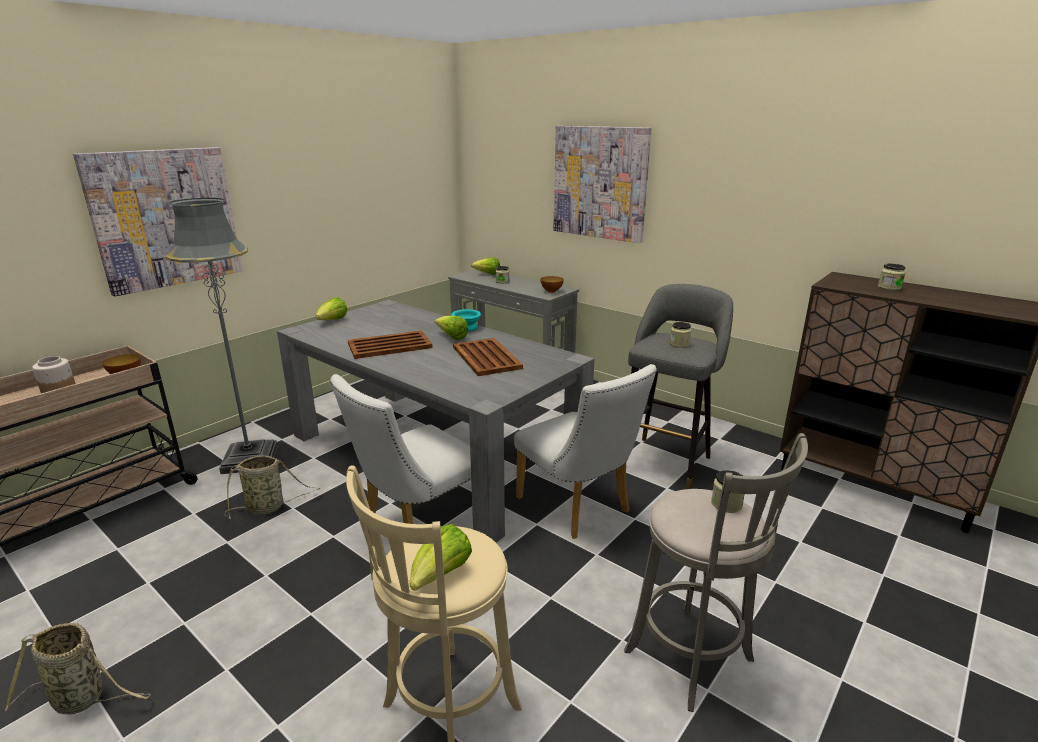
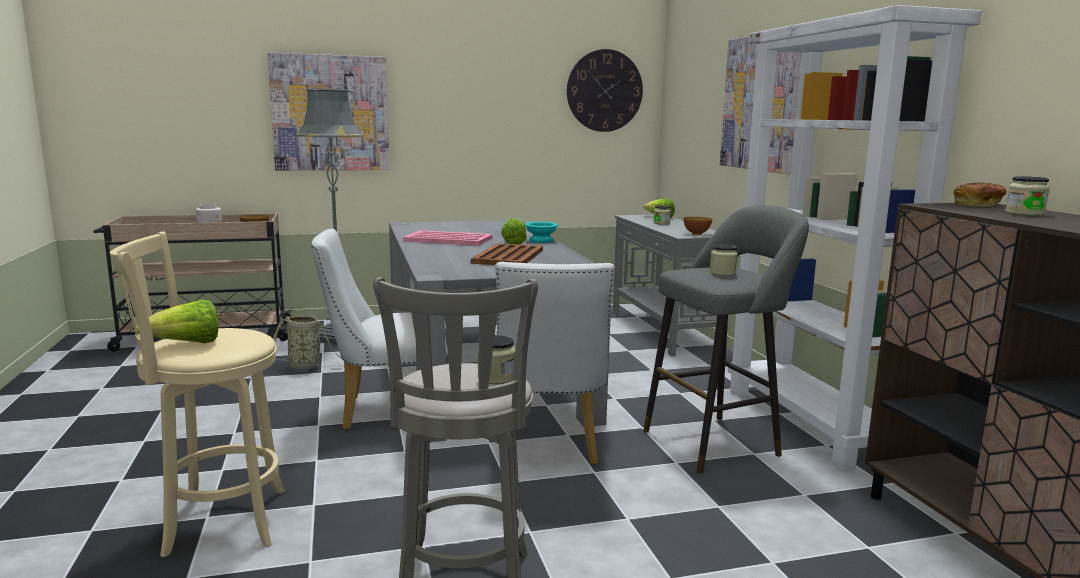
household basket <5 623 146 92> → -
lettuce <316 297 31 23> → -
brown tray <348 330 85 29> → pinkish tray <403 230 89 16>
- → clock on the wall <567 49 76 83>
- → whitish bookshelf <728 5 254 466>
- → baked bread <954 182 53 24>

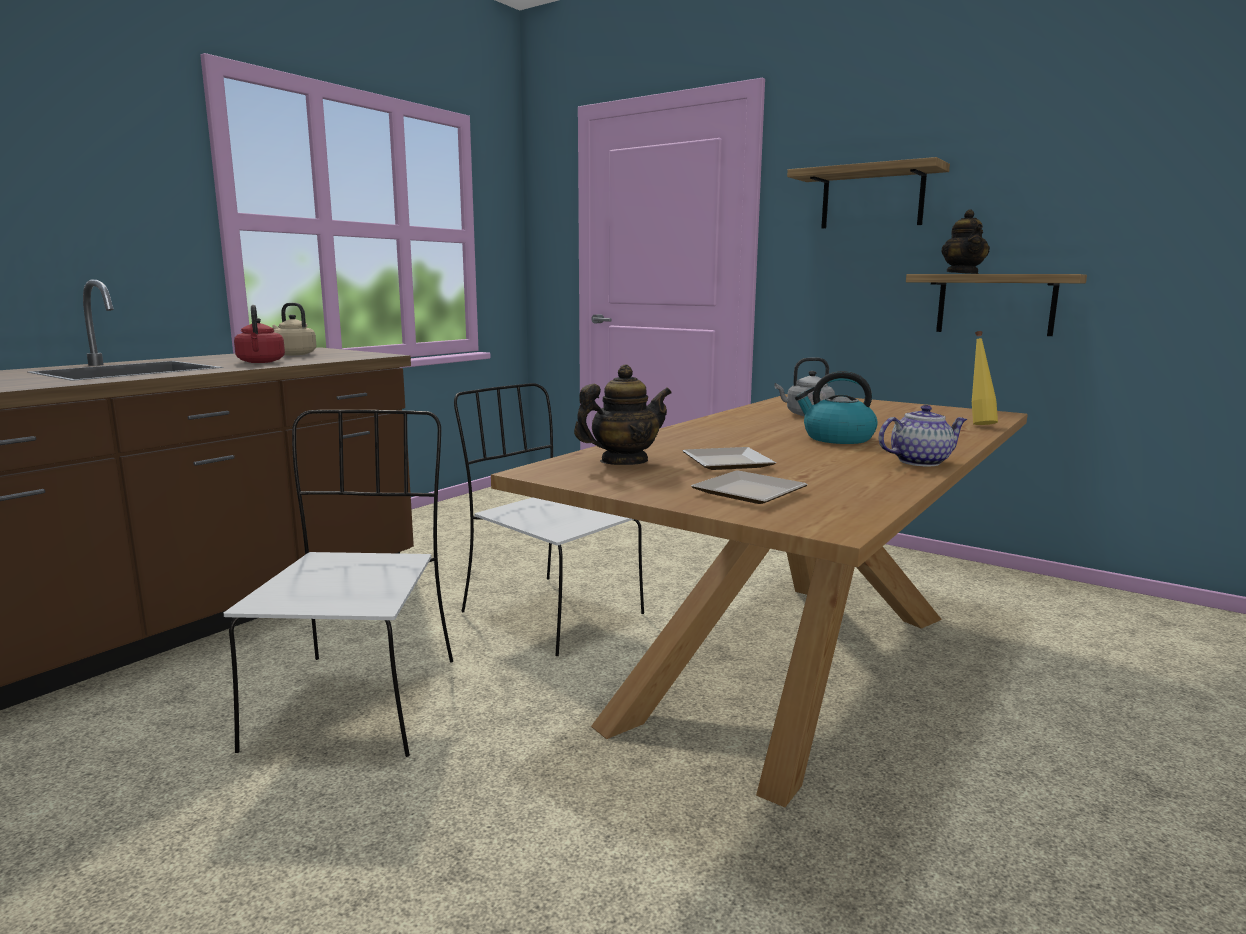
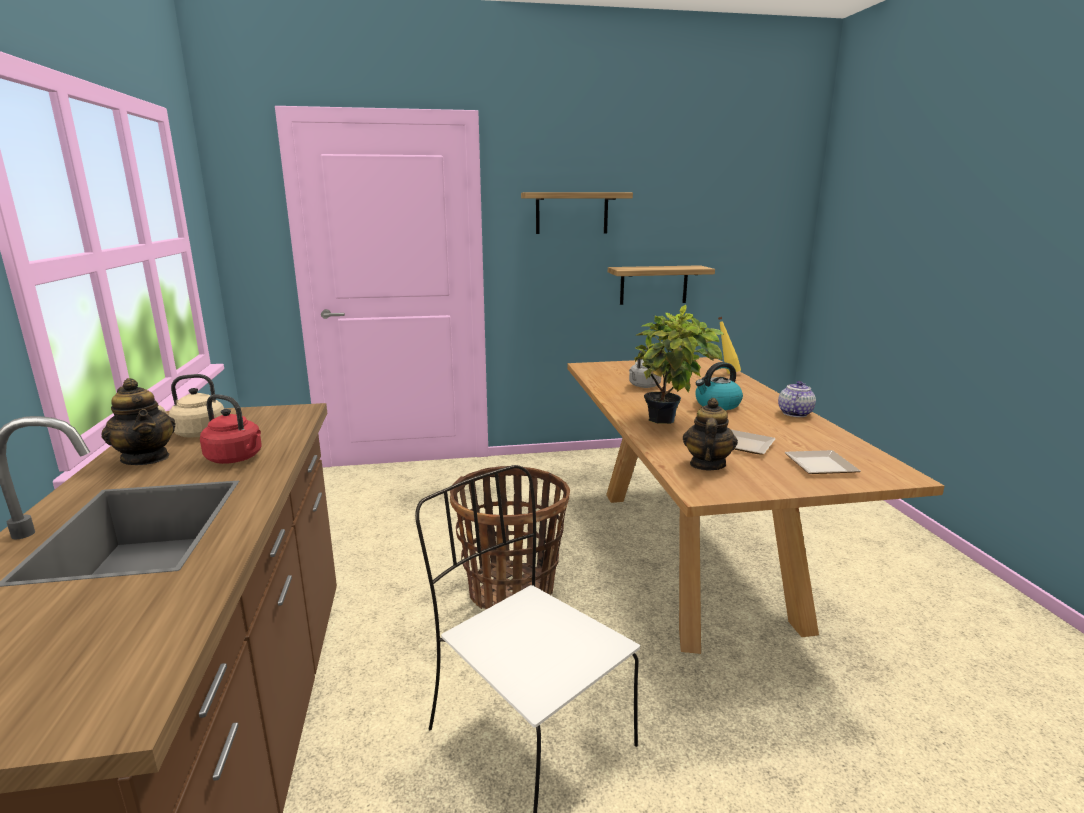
whitish upright chair <454 383 190 273> → household basket <450 466 120 143>
pot for tea <941 210 49 64> → pot for tea <101 378 75 87>, moved
- → potted plant <634 305 90 119>

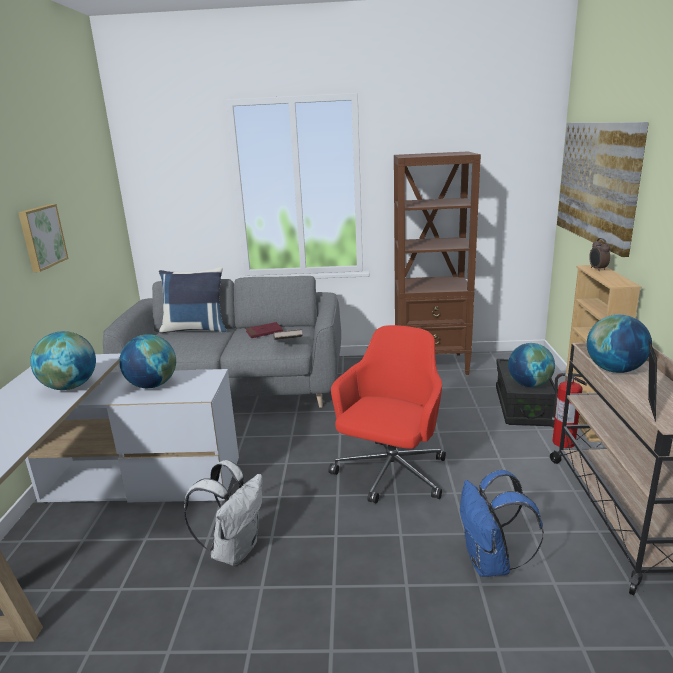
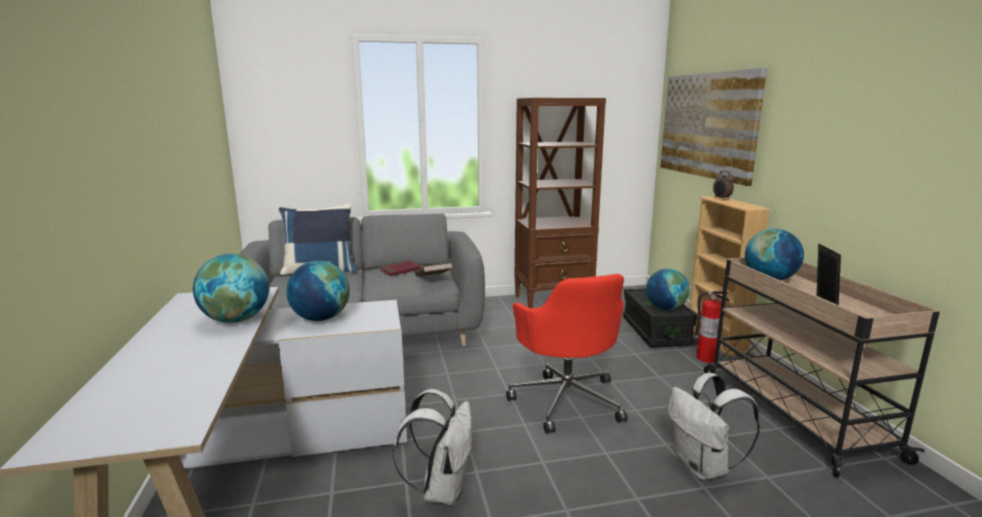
wall picture <18 204 51 68> → -
reddish office chair <328 325 118 179> → reddish office chair <506 274 122 160>, 150 degrees clockwise
bluish backpack <460 470 84 107> → whitish backpack <668 373 92 107>

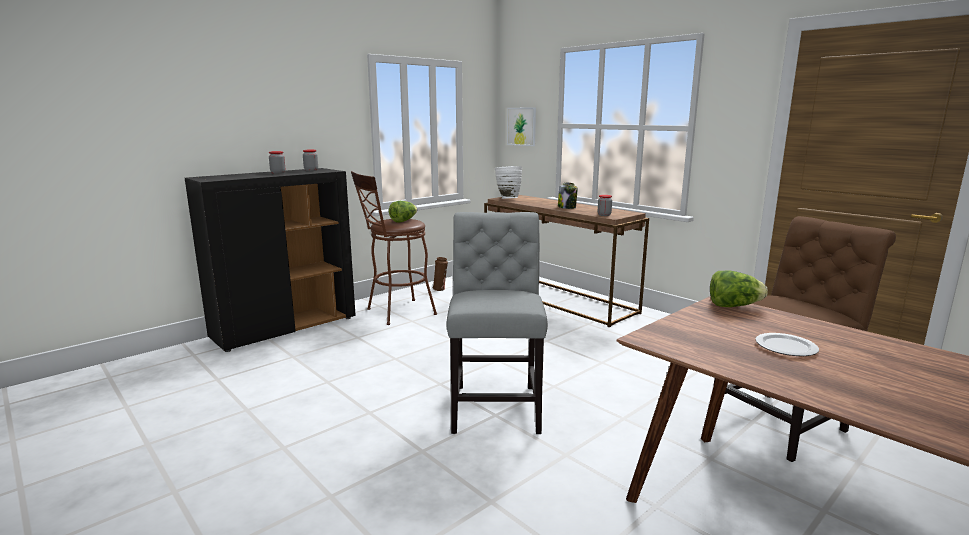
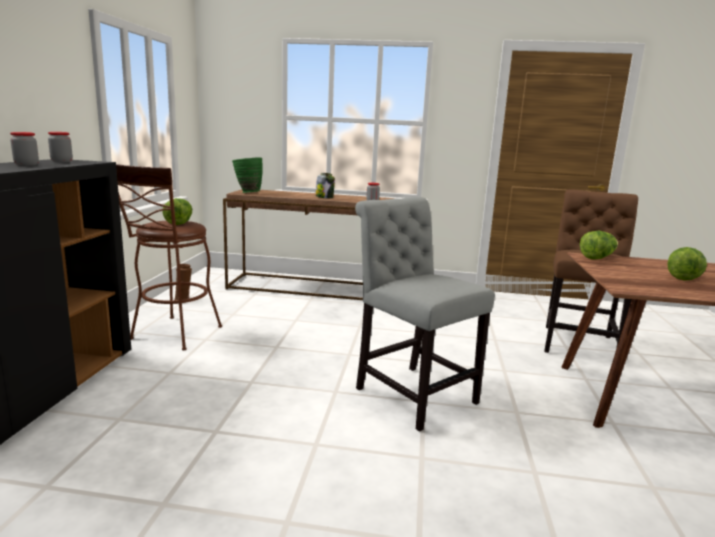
whitish decorative vase <495 166 27 33> → green-coloured decorative vase <232 157 31 36>
wall picture <507 107 29 39> → -
dinner plate <755 333 64 23> → lettuce <667 247 40 33>

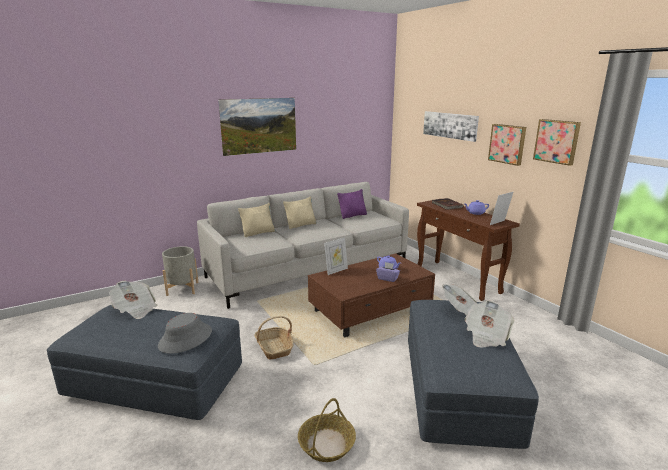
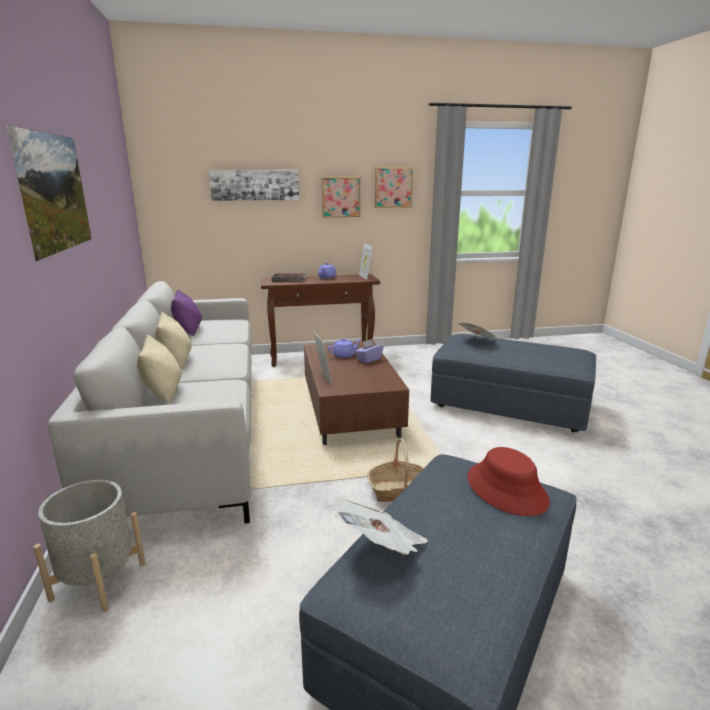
greyish wearable hat <158 313 54 41> → reddish wearable hat <467 447 83 69>
household basket <298 398 58 64> → -
newspaper <465 300 49 48> → -

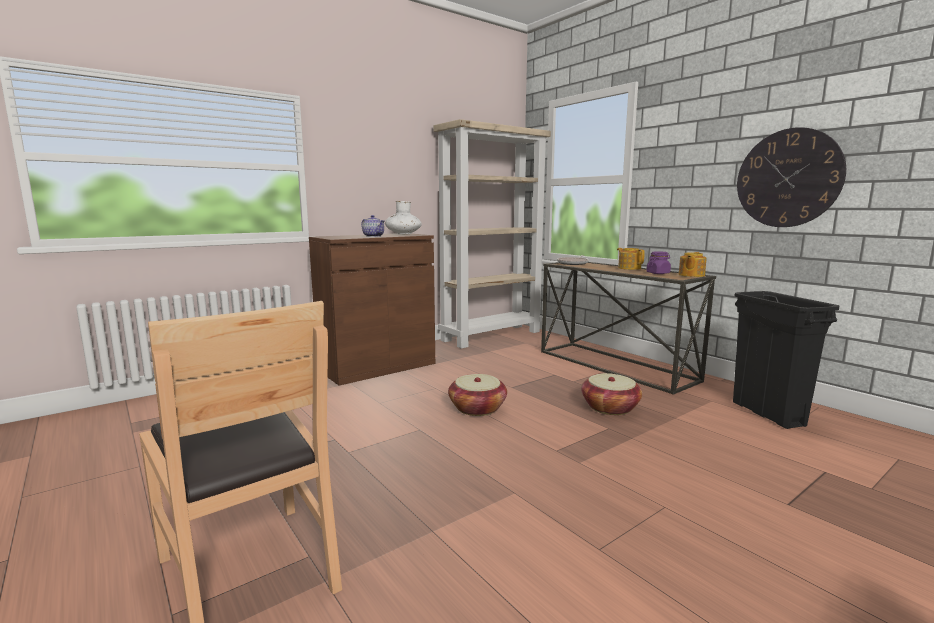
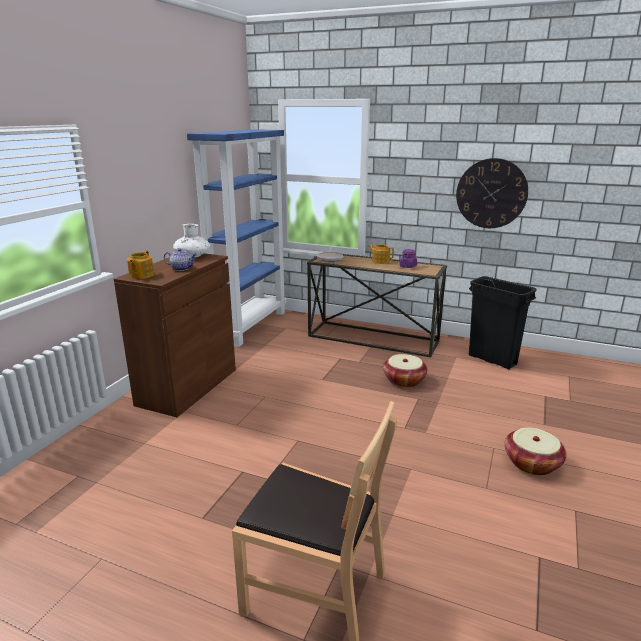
sand-coloured bookshelf <433 119 118 230> → bluish bookshelf <187 129 100 218>
household basket <448 374 59 42> → household basket <505 427 62 48>, moved
pot for tea <679 252 28 25> → pot for tea <127 250 27 29>, moved

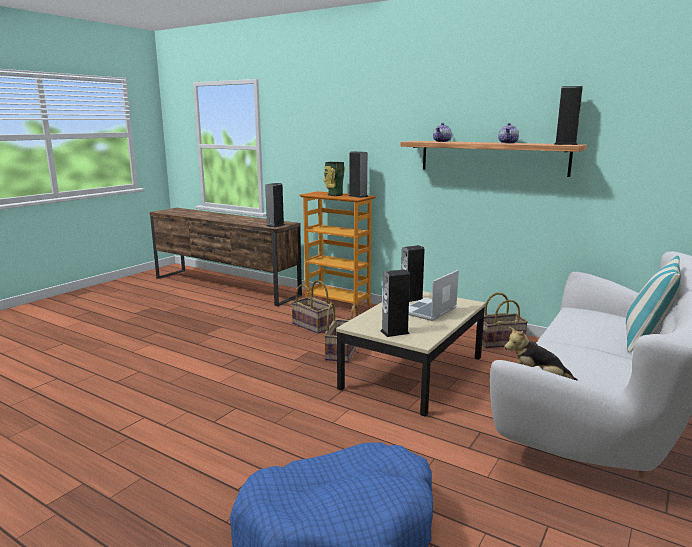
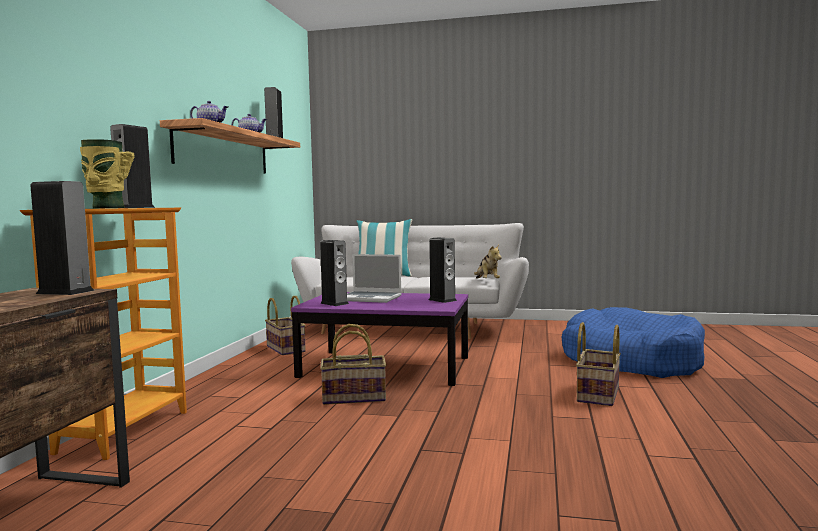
household basket <291 280 42 54> → household basket <576 322 45 84>, moved
sand-coloured low table <336 291 150 126> → purple-coloured low table <291 292 177 94>

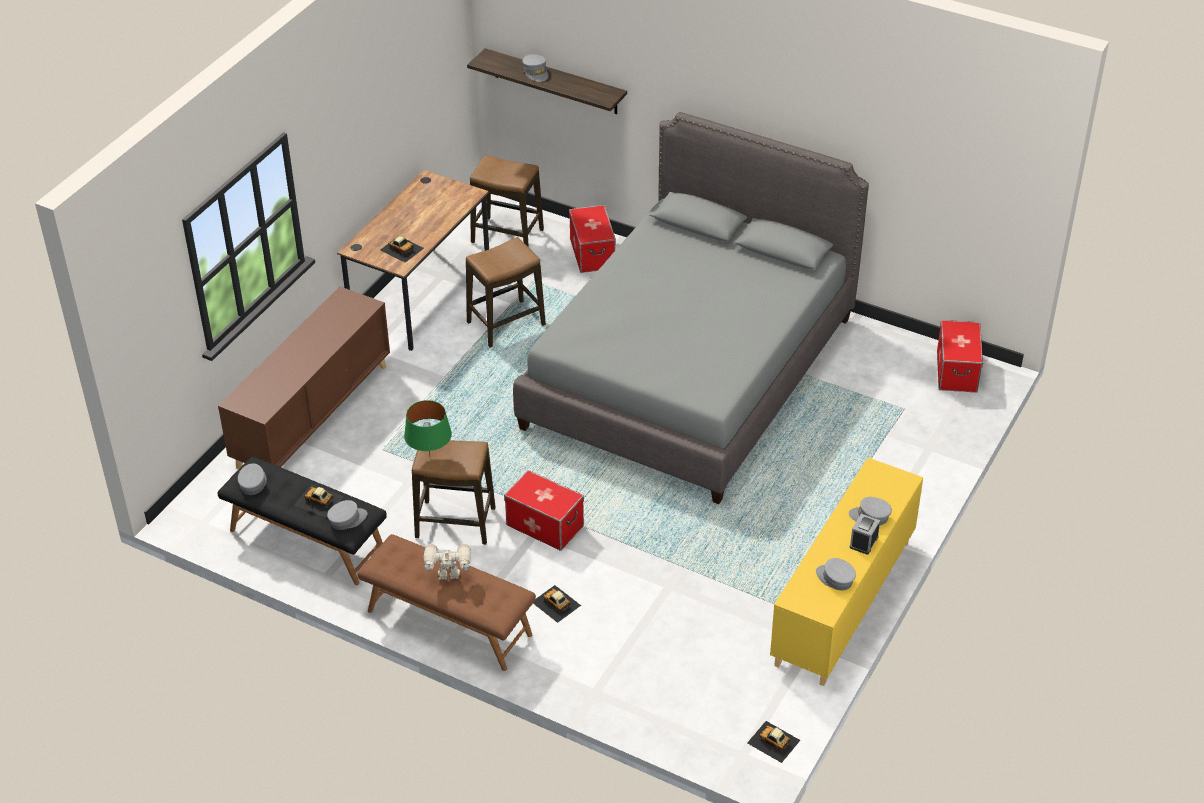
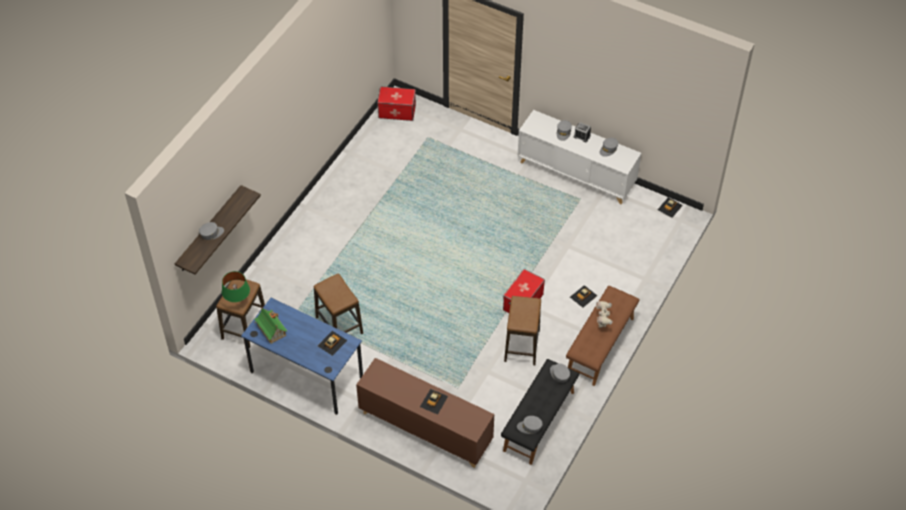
miniature car <294 485 49 32> → miniature car <420 389 28 25>, moved
brown desk <337 170 152 181> → bluish desk <241 298 122 117>
green-coloured table lamp <404 400 48 56> → green-coloured table lamp <222 271 28 31>, moved
greyish bedroom bed <513 112 356 392> → -
storage container <569 205 47 68> → -
yellow cupboard <770 458 153 228> → whitish cupboard <517 110 124 95>
- → toy house <255 307 32 37>

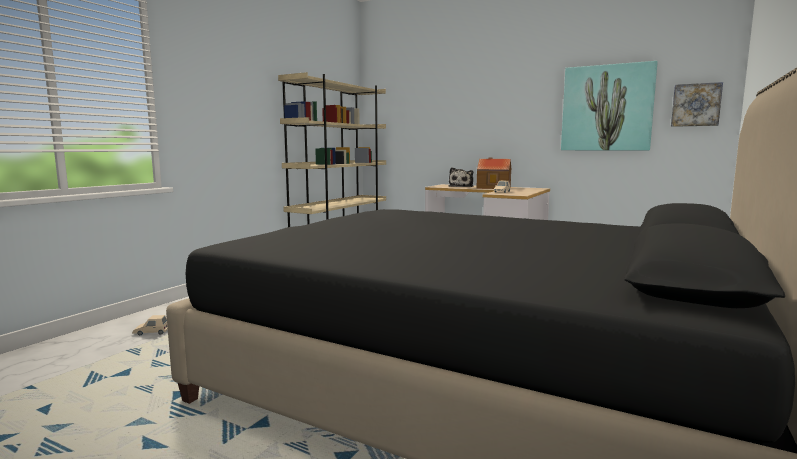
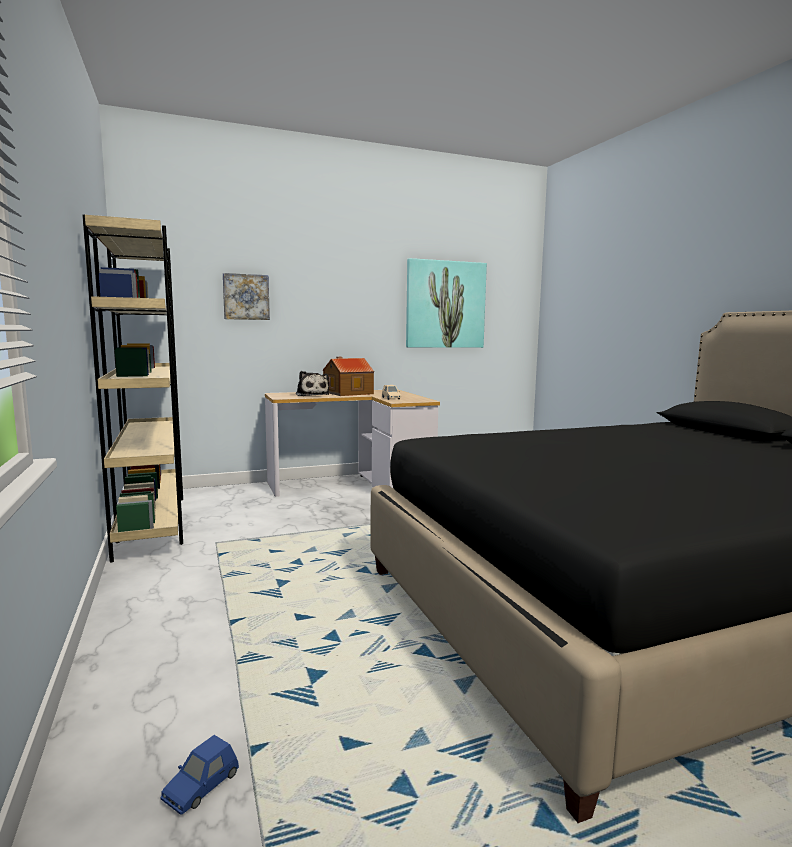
sand-coloured miniature car <132 315 36 20> → bluish miniature car <160 735 79 80>
wall picture <671 82 52 45> → wall picture <223 273 47 47>, moved

